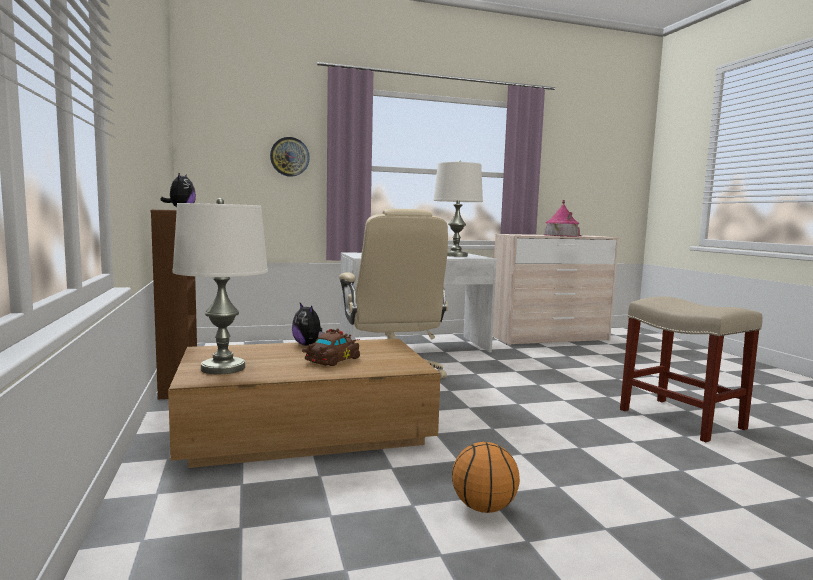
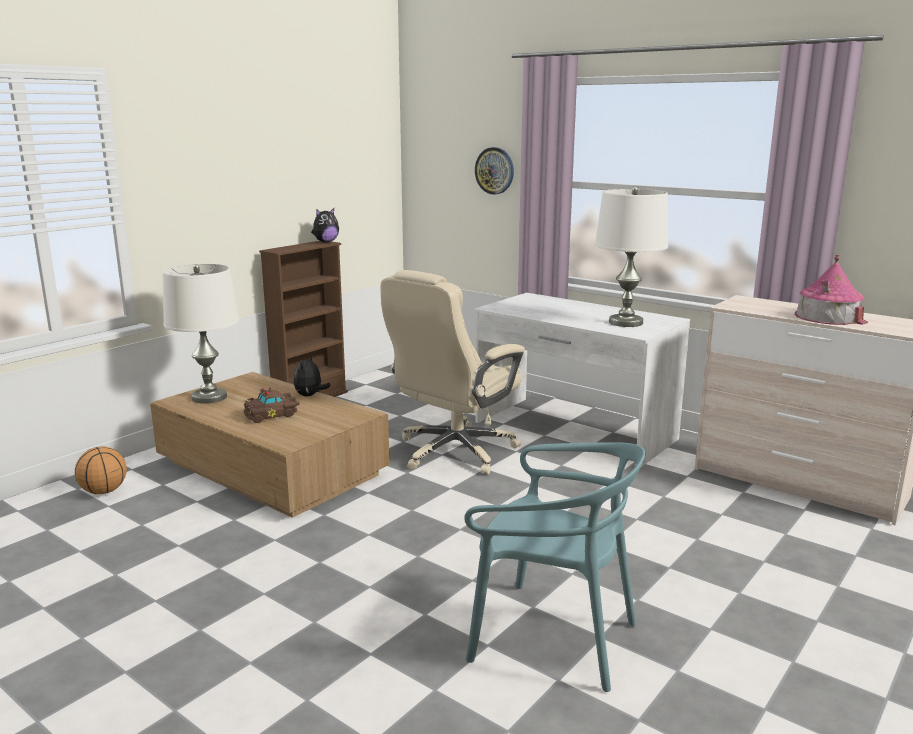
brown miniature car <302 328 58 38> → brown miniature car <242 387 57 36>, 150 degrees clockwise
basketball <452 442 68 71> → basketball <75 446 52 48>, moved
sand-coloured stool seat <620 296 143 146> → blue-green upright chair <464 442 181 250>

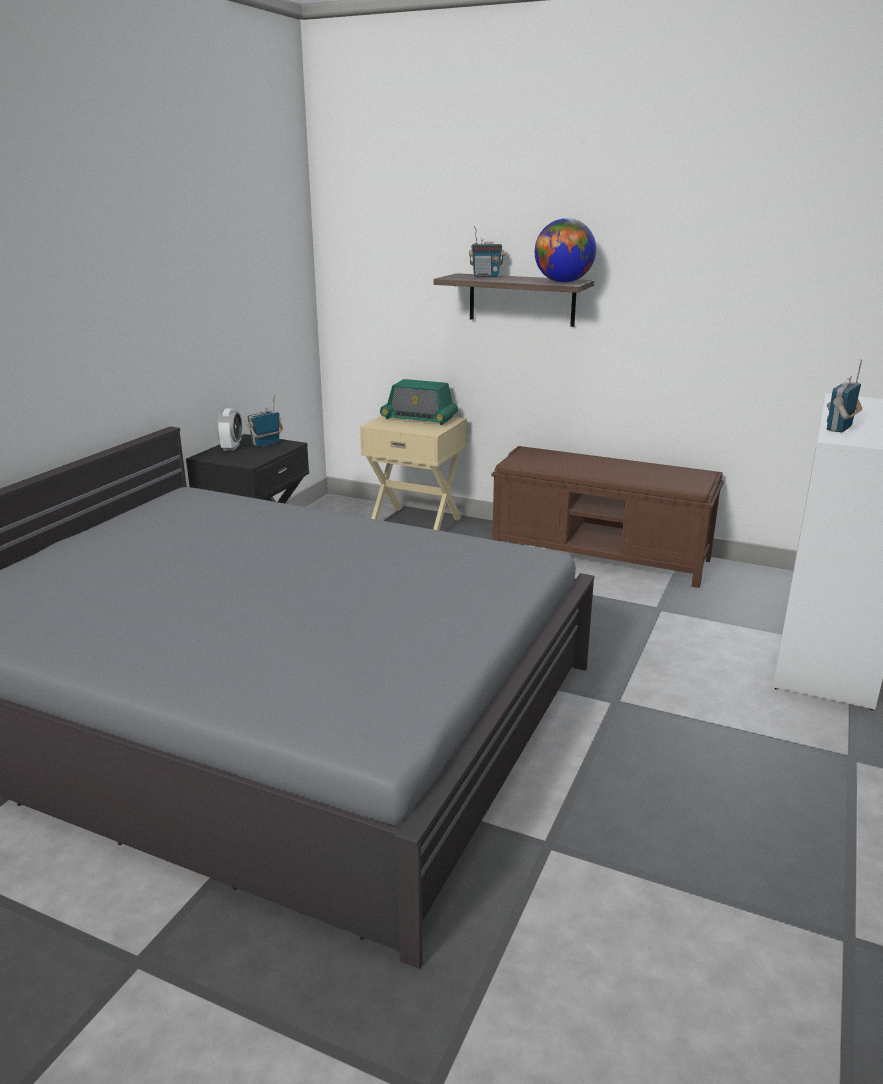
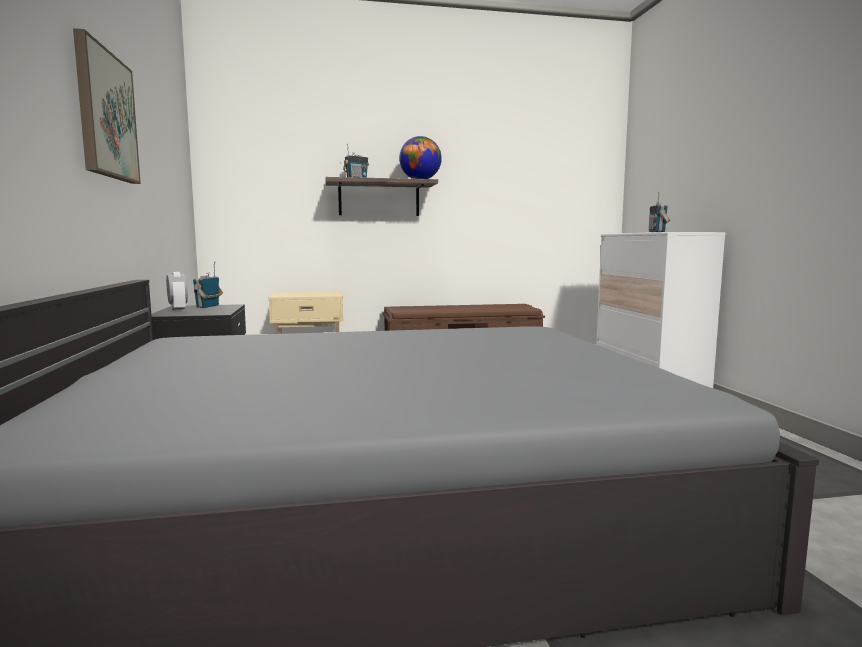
radio set <380 379 78 46> → -
- → wall picture <73 28 68 156>

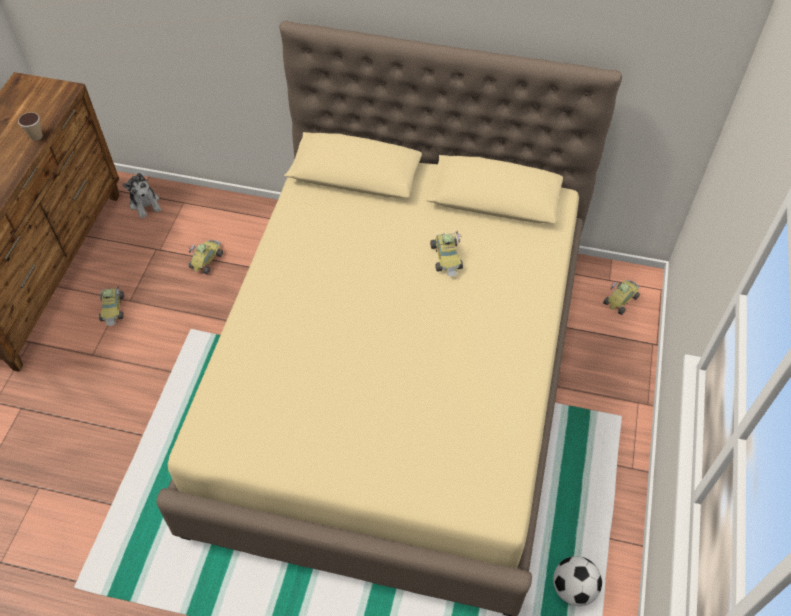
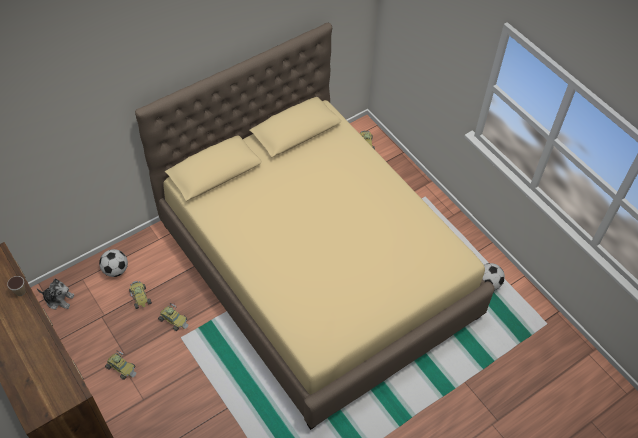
miniature car <430 231 33 45> → miniature car <158 303 31 28>, moved
- → football ball <99 249 29 28>

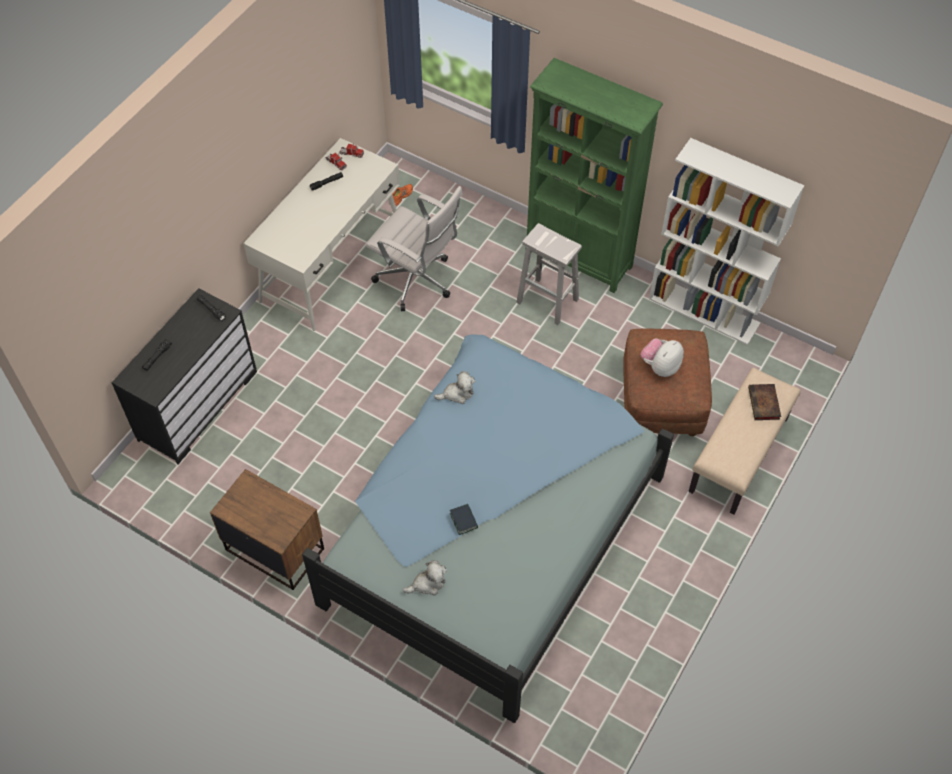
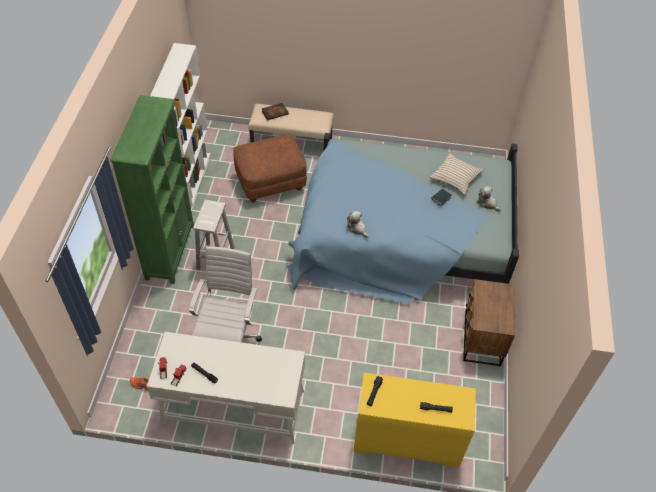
black dresser <112 288 145 176> → yellow dresser <353 372 123 96>
soft toy <641 338 43 39> → -
- → sand-coloured throw pillow <430 153 54 42>

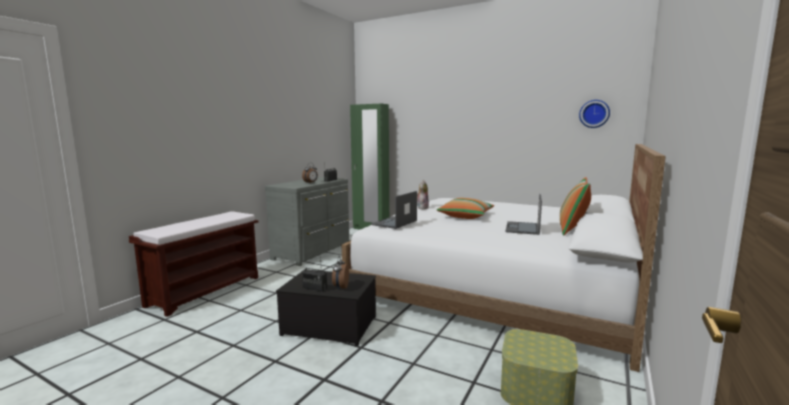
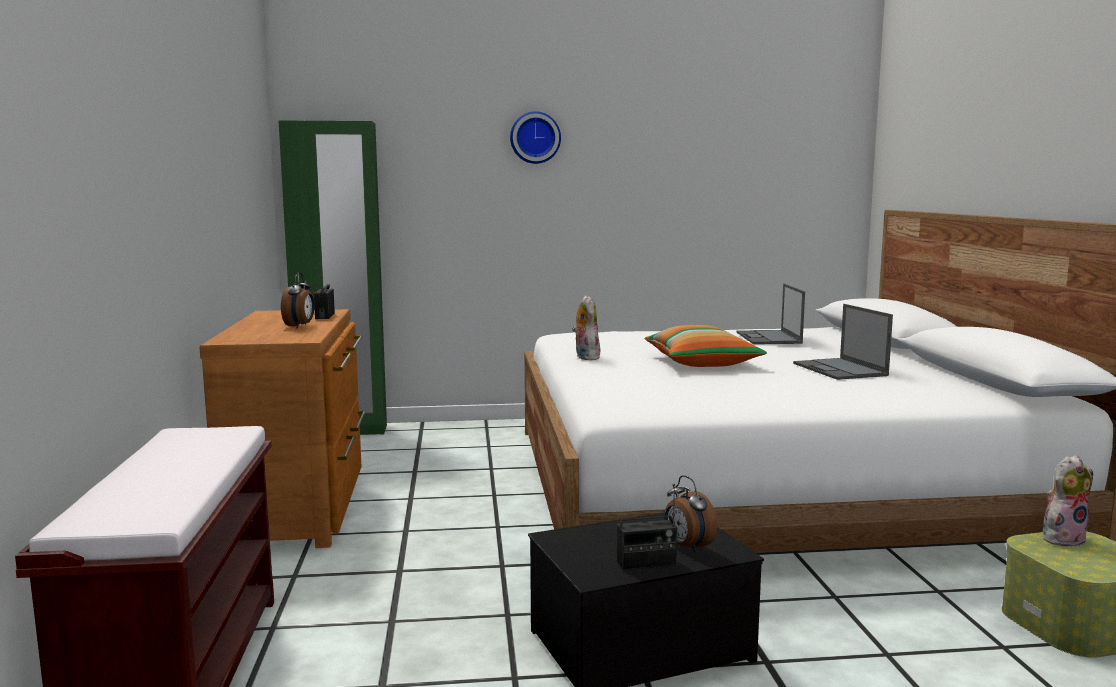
greyish dresser <265 177 84 89> → brown dresser <199 309 167 239>
notebook computer <371 191 46 38> → notebook computer <736 284 69 60>, moved
throw pillow <560 177 31 59> → -
clock on the wall <579 100 31 28> → clock on the wall <510 111 51 53>, moved
- → soft toy <1043 455 50 92>

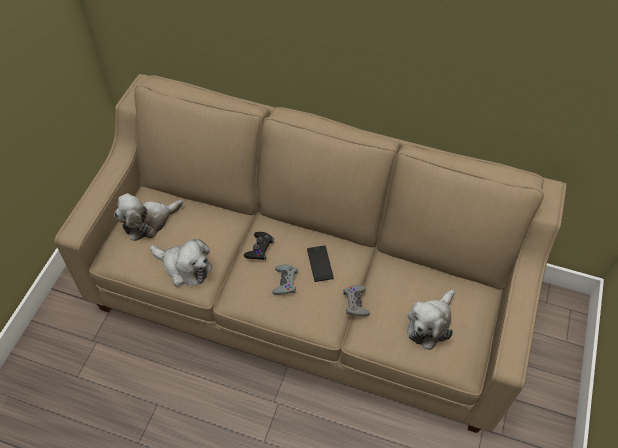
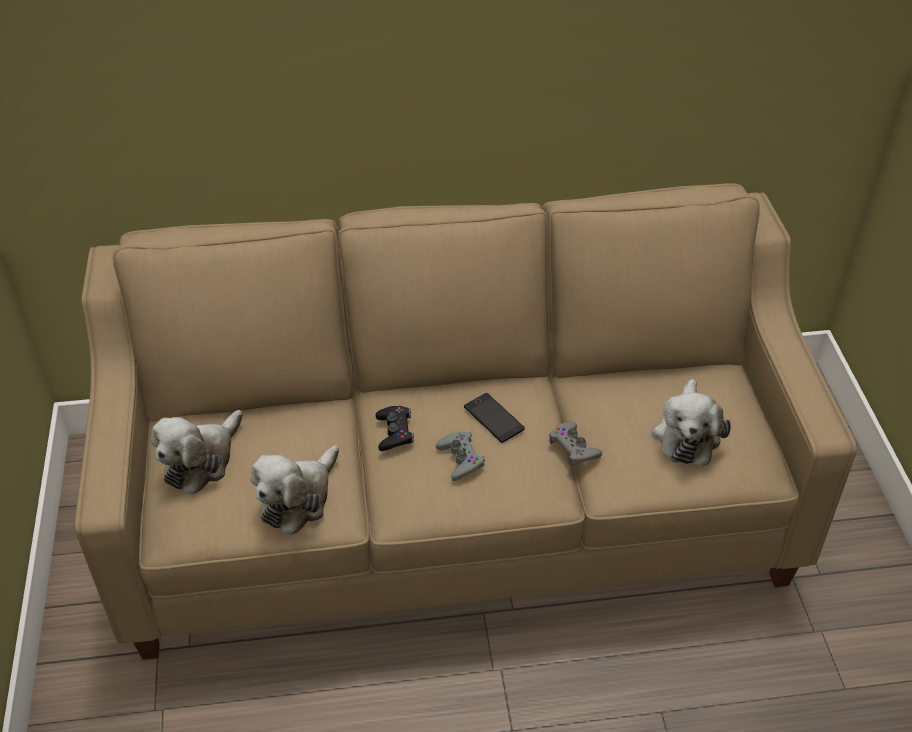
soft toy <150 239 62 47> → soft toy <251 445 88 90>, 120 degrees clockwise

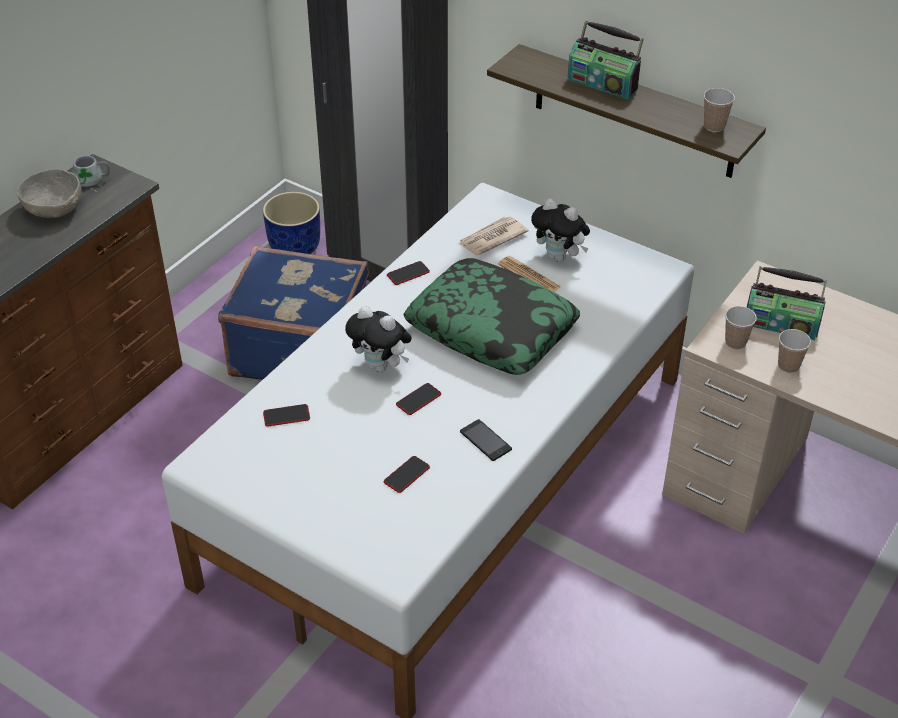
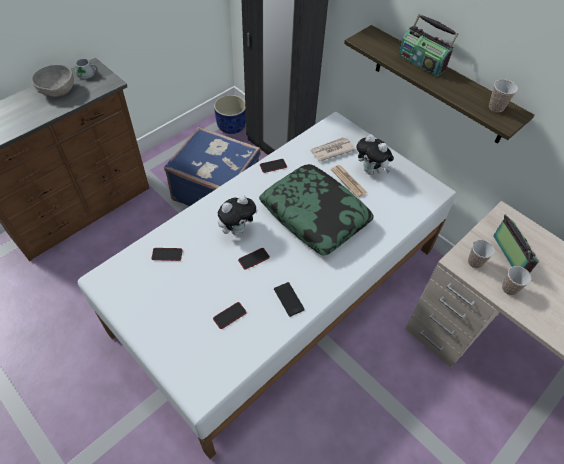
soft toy <345 306 67 66> → soft toy <218 195 40 40>, 75 degrees counterclockwise
radio set <747 266 80 74> → radio set <493 214 46 59>, 135 degrees counterclockwise

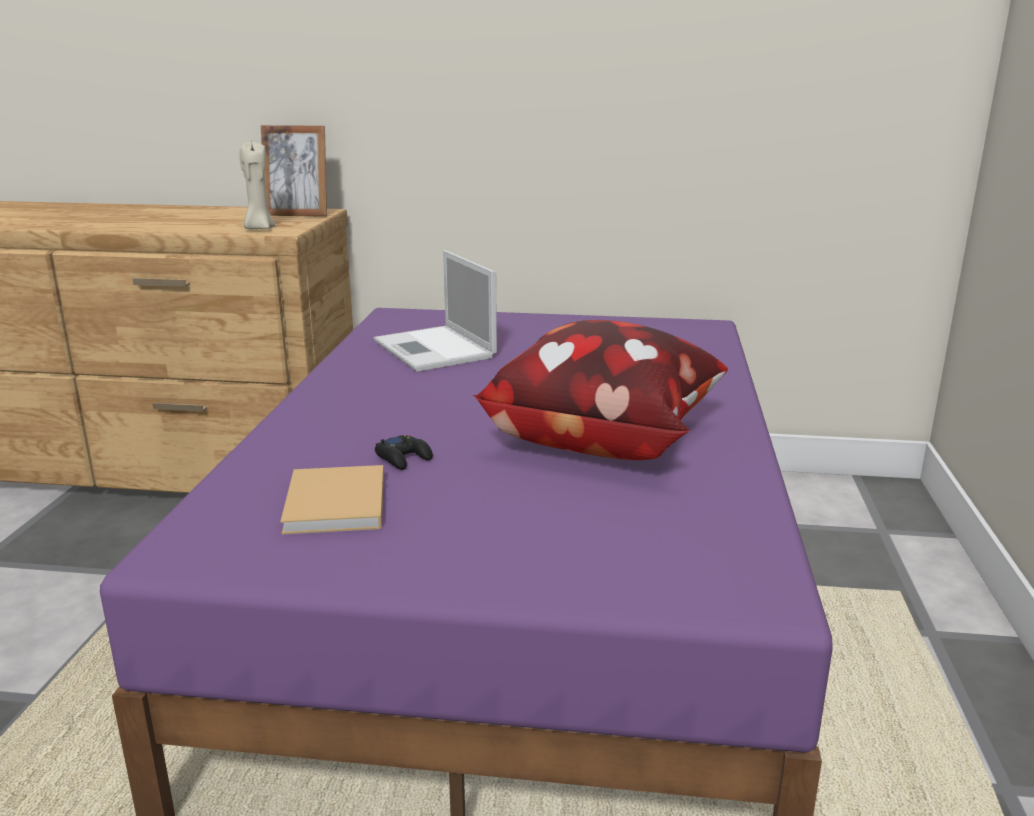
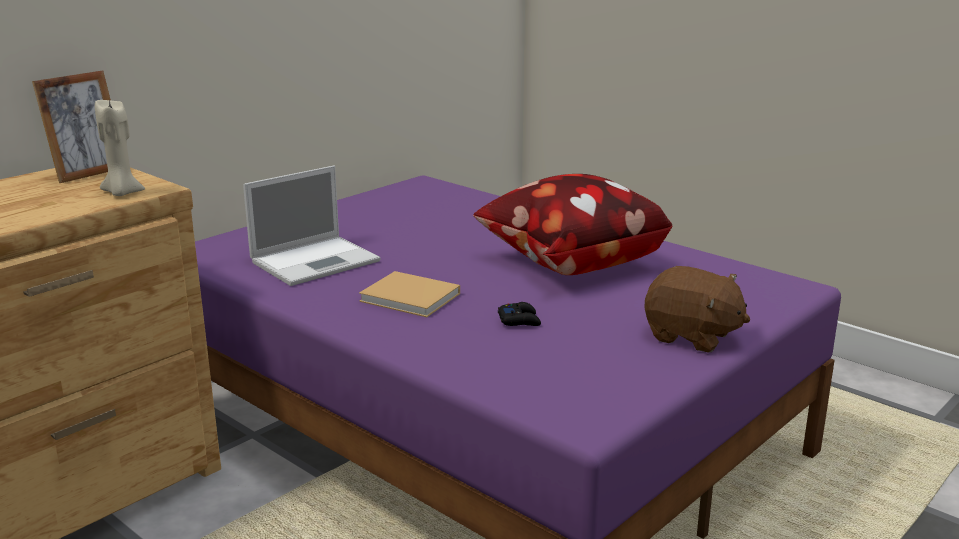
sand-coloured book <280 465 104 69> → sand-coloured book <359 271 101 46>, moved
notebook computer <374 250 123 122> → notebook computer <243 166 137 120>, 45 degrees counterclockwise
- → brown soft toy <644 266 106 87>

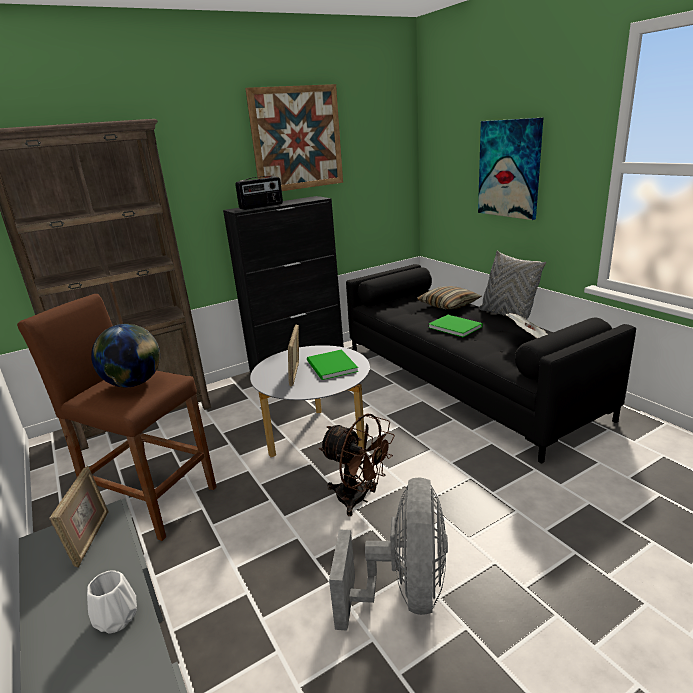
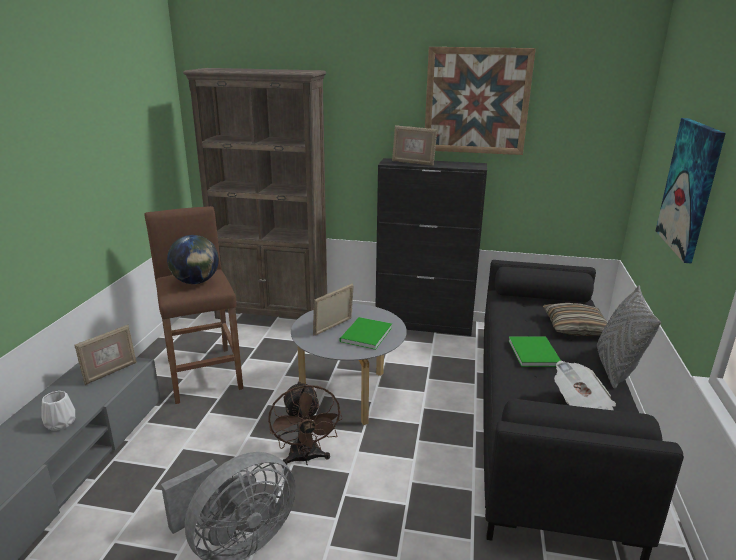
radio set <235 176 48 34> → standing frame <392 125 45 41>

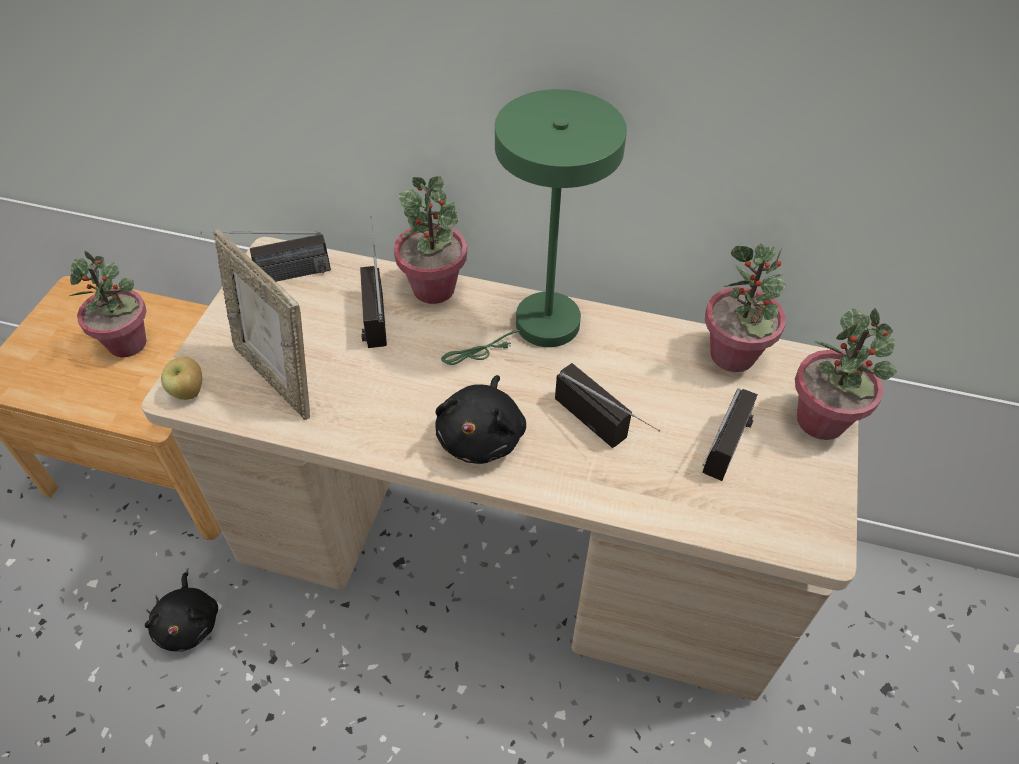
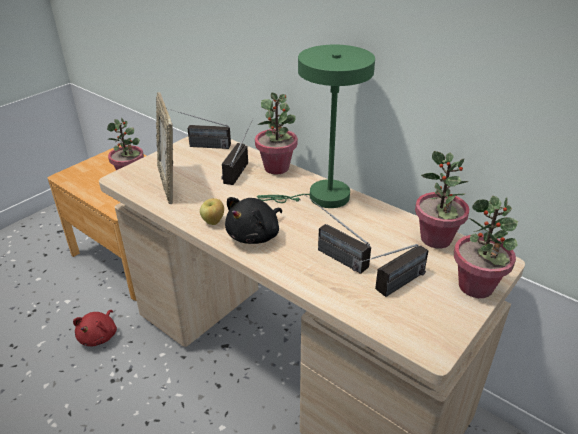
black soft toy <145 572 73 80> → reddish soft toy <73 310 44 36>
whole apple <161 357 41 43> → whole apple <200 198 24 27>, moved
radio set <555 363 105 85> → radio set <304 194 67 80>, 150 degrees clockwise

